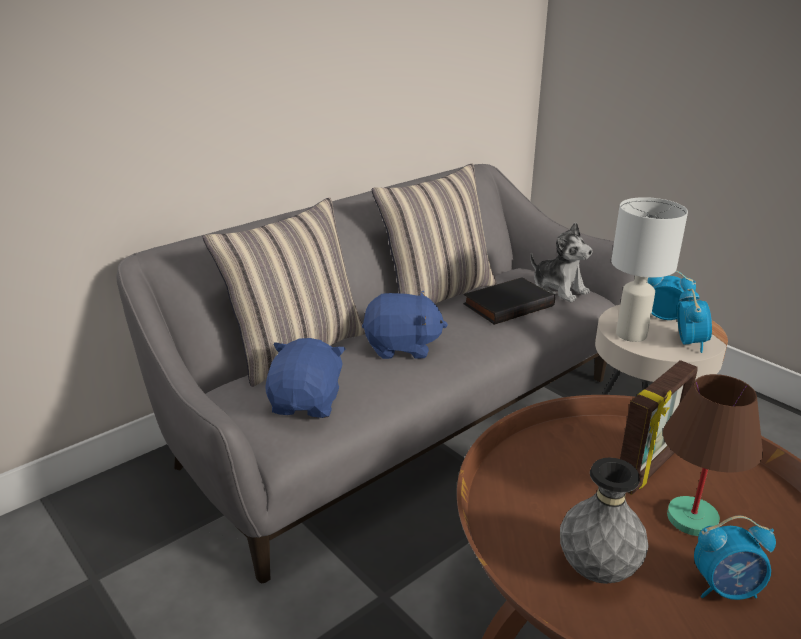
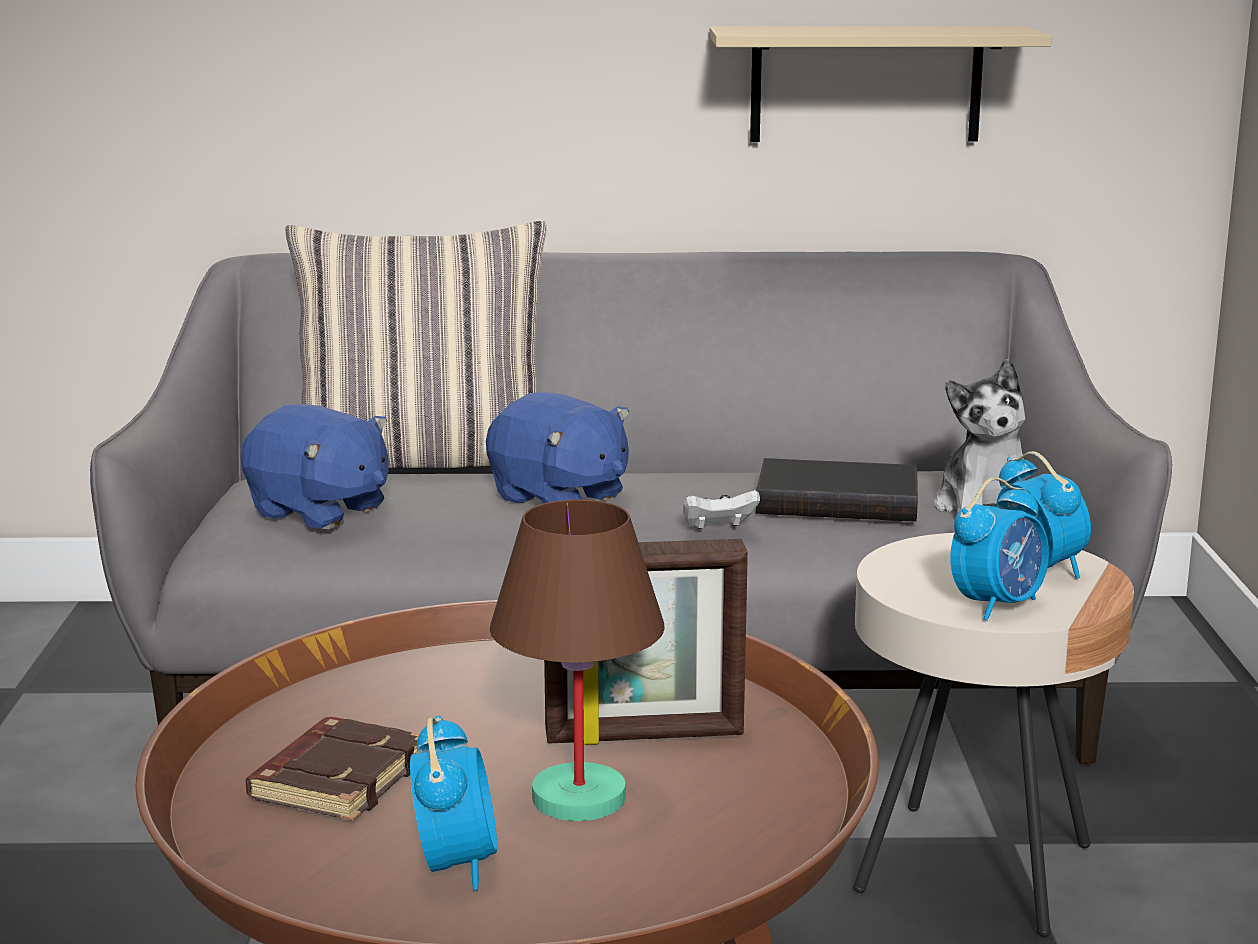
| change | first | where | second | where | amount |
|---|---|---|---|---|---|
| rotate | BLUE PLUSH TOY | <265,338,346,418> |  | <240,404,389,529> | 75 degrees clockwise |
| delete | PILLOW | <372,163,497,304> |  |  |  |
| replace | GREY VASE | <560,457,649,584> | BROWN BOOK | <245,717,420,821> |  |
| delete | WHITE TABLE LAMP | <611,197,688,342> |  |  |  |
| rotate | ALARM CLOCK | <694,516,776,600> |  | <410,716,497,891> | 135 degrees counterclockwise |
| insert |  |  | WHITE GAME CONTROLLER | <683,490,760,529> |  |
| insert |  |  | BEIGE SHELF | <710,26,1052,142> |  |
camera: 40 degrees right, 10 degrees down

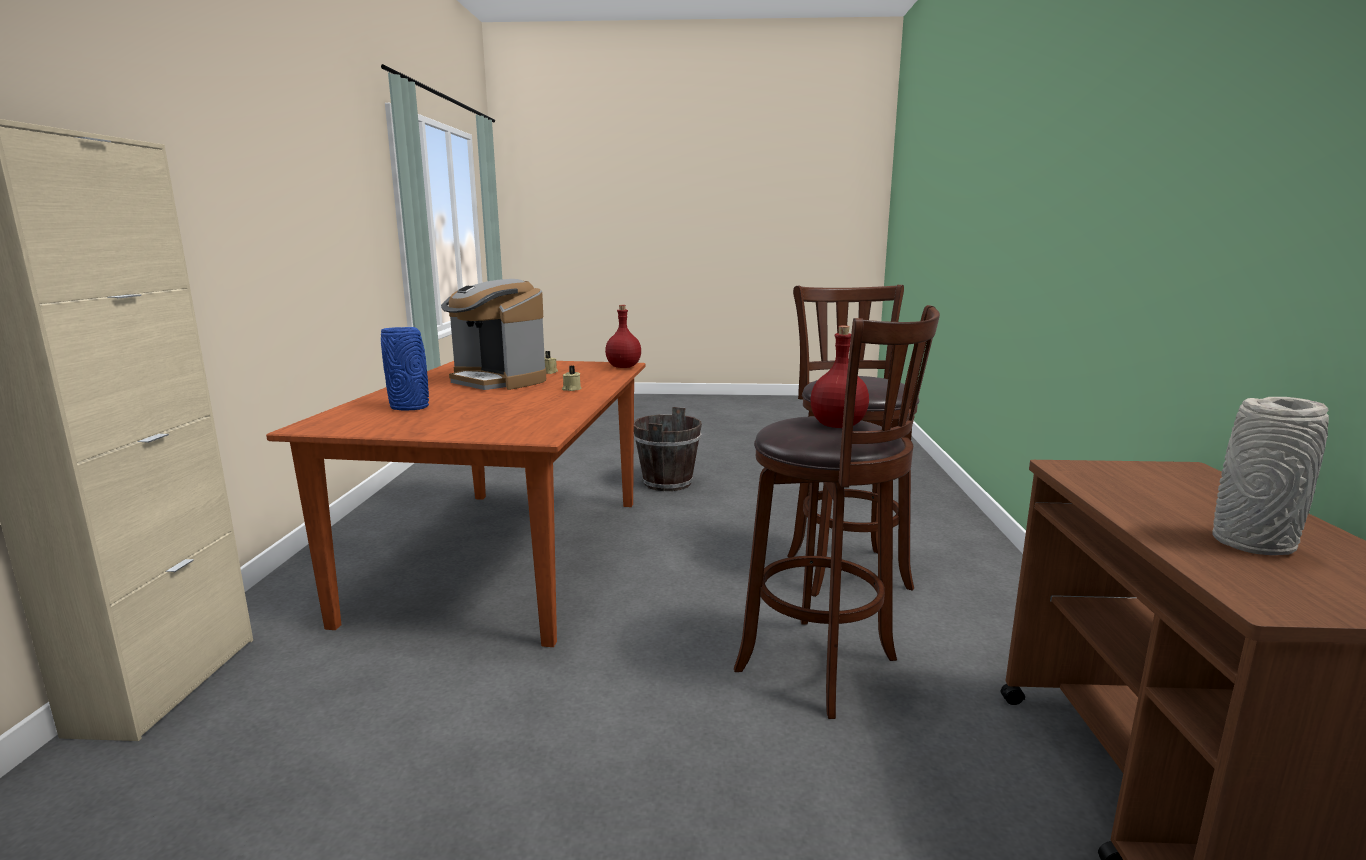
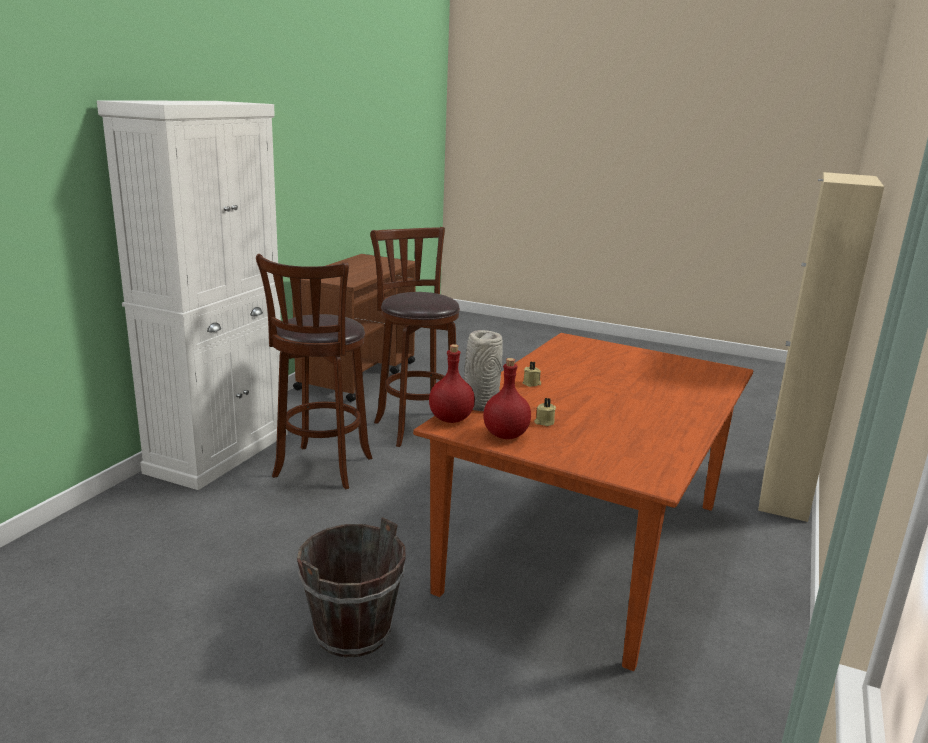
| change | first | where | second | where | amount |
|---|---|---|---|---|---|
| delete | BLUE VASE | <381,327,429,411> |  |  |  |
| delete | COFFEE MACHINE | <441,279,546,390> |  |  |  |
| move | RED BOTTLE | <810,326,869,428> |  | <483,358,531,439> |  |
| move | GREY VASE | <1212,397,1329,555> |  | <464,330,503,411> |  |
| insert |  |  | WHITE CABINET | <97,101,288,490> |  |
camera: 160 degrees left, 5 degrees up

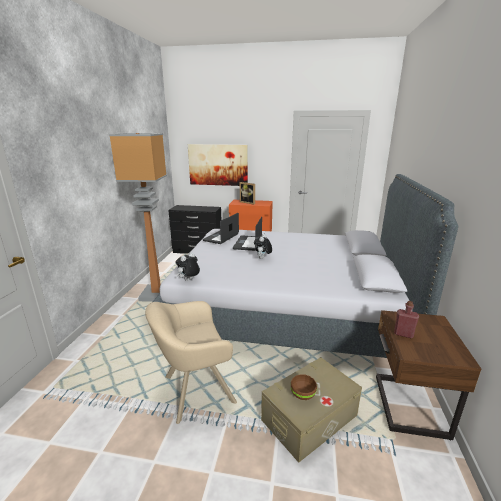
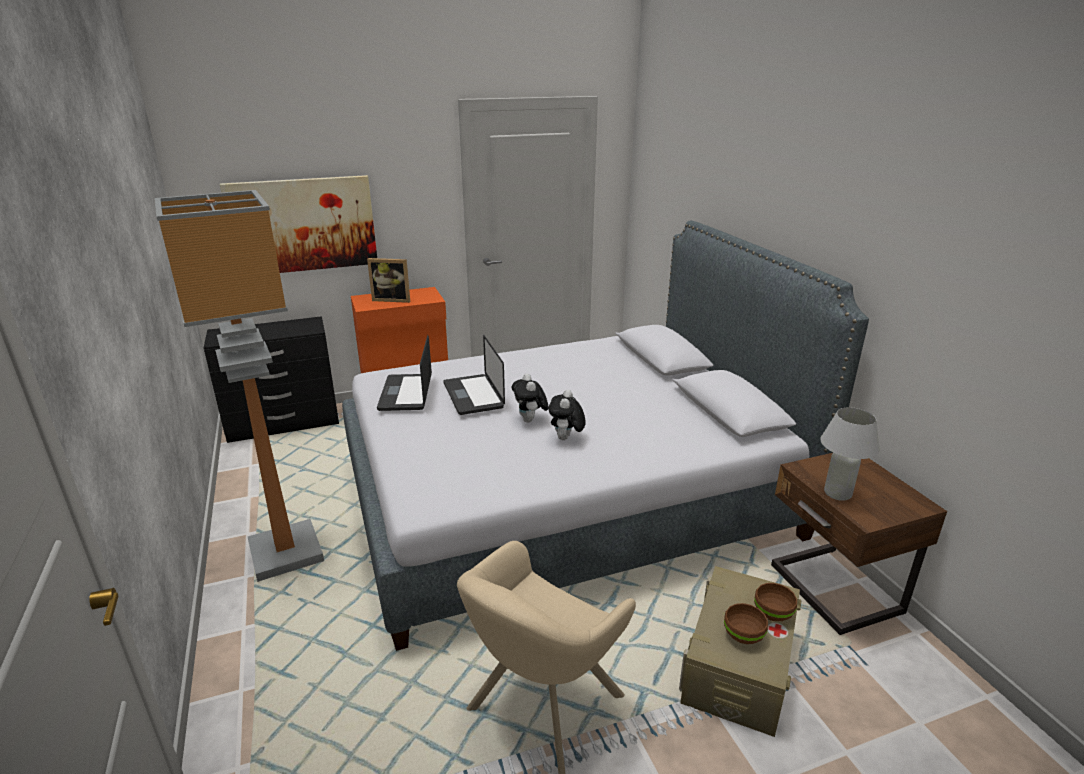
| change | first | where | second | where | amount |
|---|---|---|---|---|---|
| move | PLUSH TOY | <175,252,200,281> |  | <548,389,586,440> |  |
| replace | RED BOTTLE | <394,301,419,338> | WHITE TABLE LAMP | <820,407,880,501> |  |
| insert |  |  | BROWN BOWL | <754,583,797,621> |  |
camera: 30 degrees left, 5 degrees up

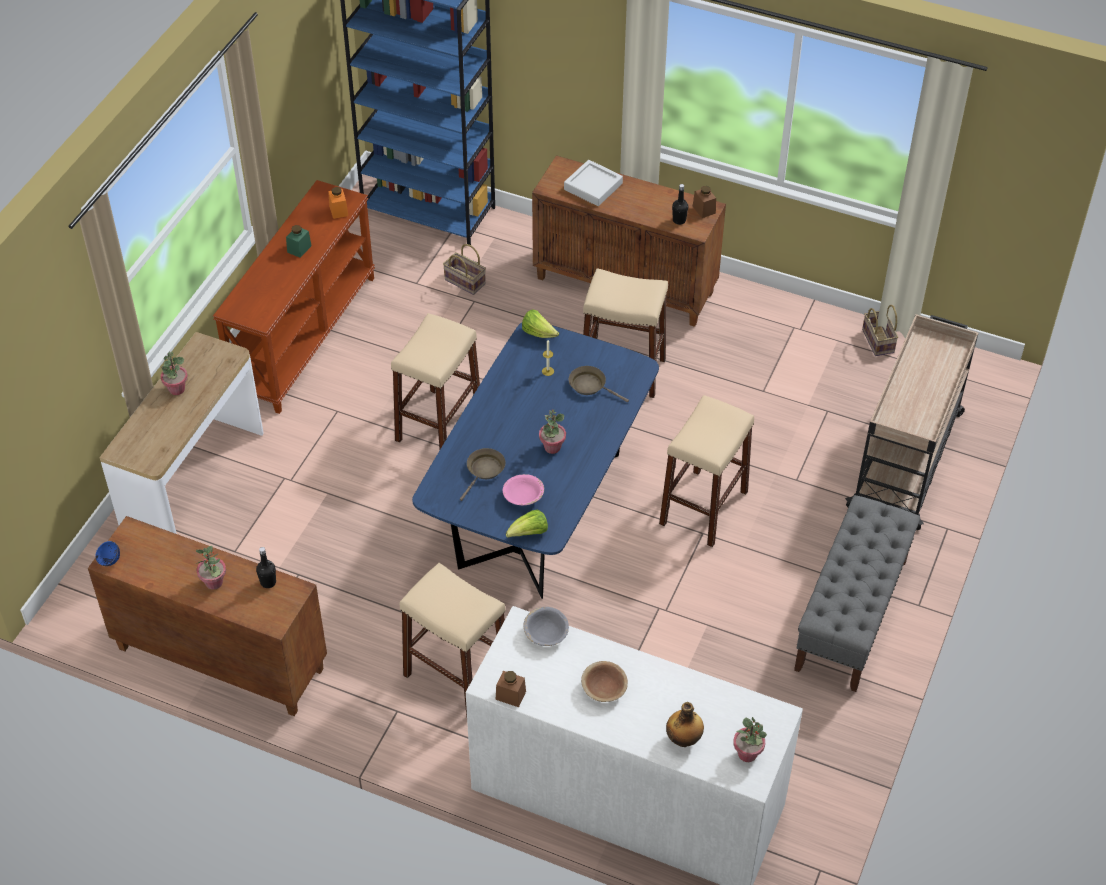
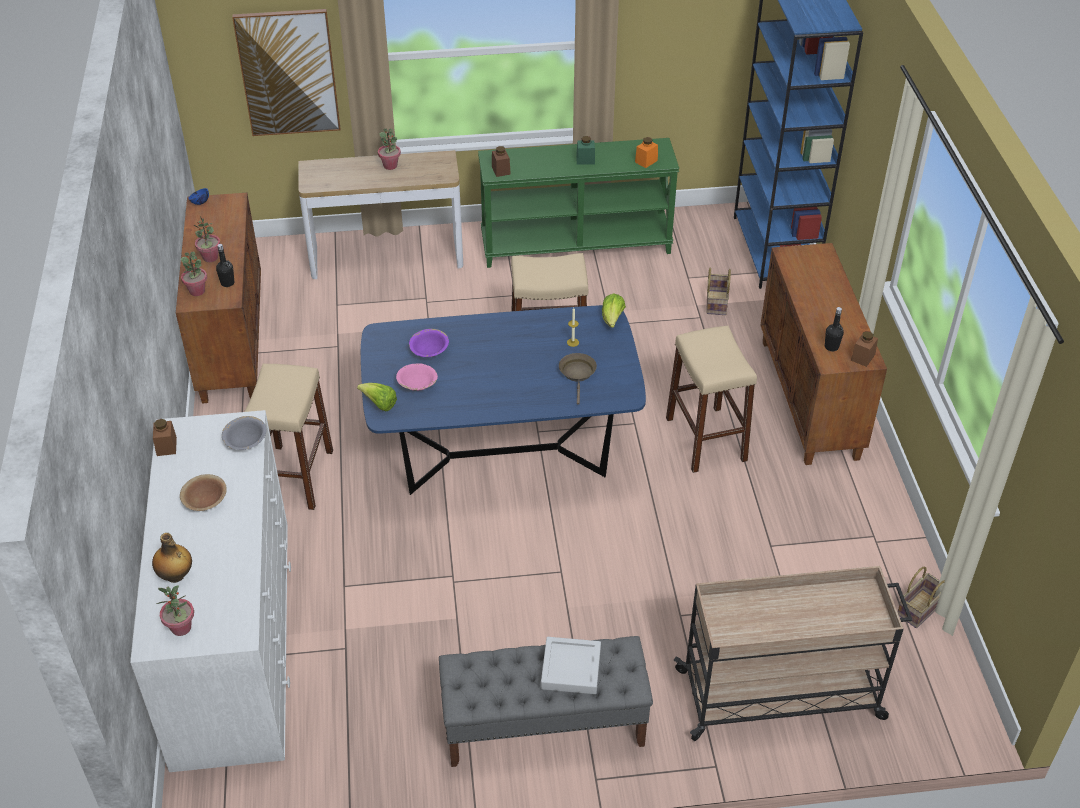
| change | first | where | second | where | amount |
|---|---|---|---|---|---|
| recolor | BROWN CONSOLE TABLE | <213,180,375,414> | GREEN CONSOLE TABLE | <478,138,679,268> |  |
| replace | BROWN FRYING PAN | <460,448,506,501> | PURPLE BOWL | <409,329,449,357> |  |
| move | POTTED PLANT | <539,410,566,454> |  | <181,251,207,296> |  |
| move | GREY TRAY | <564,160,623,206> |  | <541,637,601,694> |  |
| delete | BEIGE STOOL | <659,395,754,547> |  |  |  |
| insert |  |  | PICTURE | <232,9,340,136> |  |
| insert |  |  | BROWN JAR | <492,146,511,177> |  |
camera: 60 degrees right, 5 degrees down

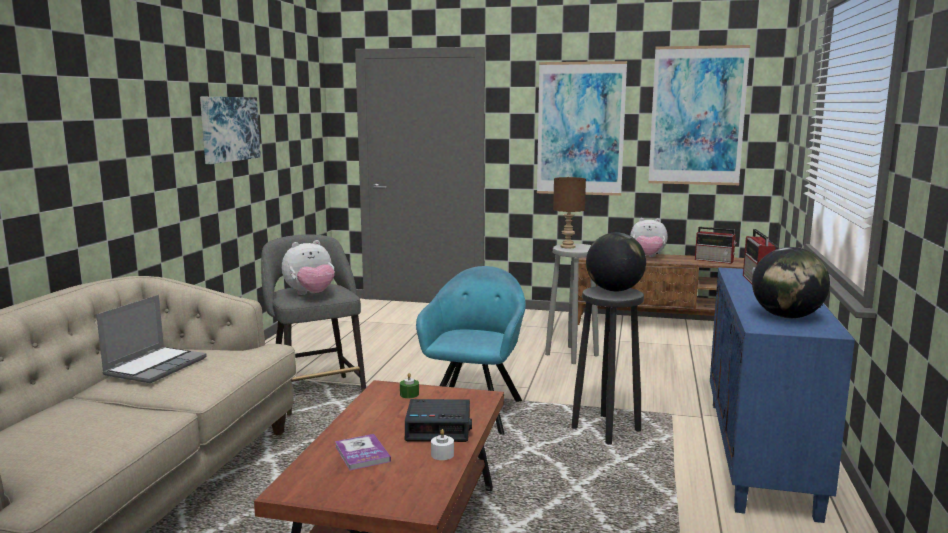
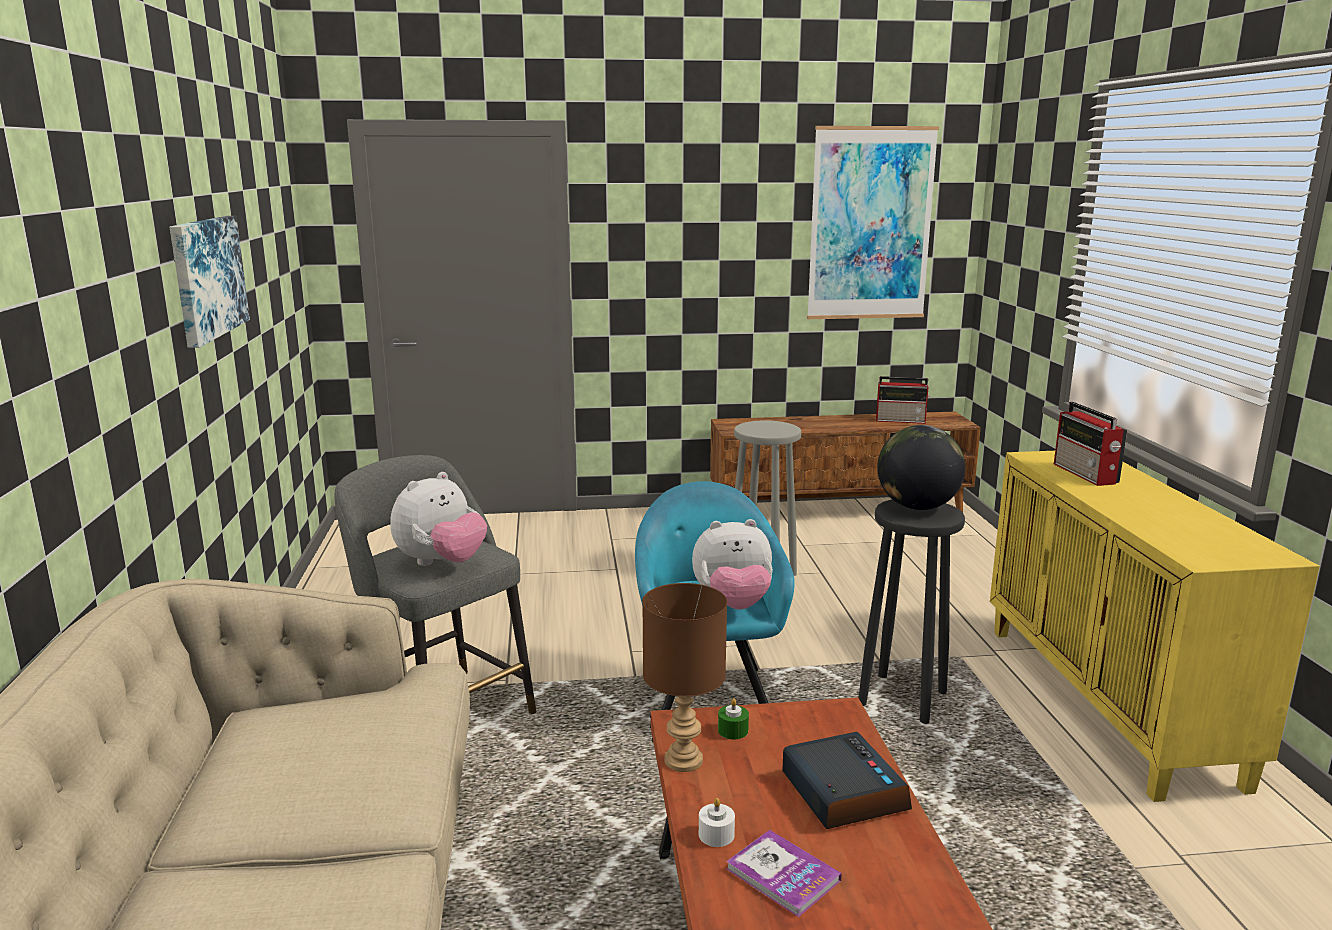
| change | first | where | second | where | amount |
|---|---|---|---|---|---|
| delete | LAPTOP | <96,295,207,383> |  |  |  |
| rotate | ALARM CLOCK | <405,399,472,442> |  | <782,732,912,829> | 90 degrees counterclockwise |
| move | WHITE CANDLE | <431,429,454,460> |  | <699,798,735,847> |  |
| delete | PICTURE | <537,61,627,196> |  |  |  |
| move | BROWN TABLE LAMP | <553,177,586,248> |  | <642,583,727,772> |  |
| move | PLUSH TOY | <630,218,668,257> |  | <692,519,773,610> |  |
| recolor | BLUE CABINET | <710,267,855,523> | YELLOW CABINET | <990,451,1320,802> |  |
| delete | GLOBE | <752,247,830,318> |  |  |  |
camera: 20 degrees left, 5 degrees up

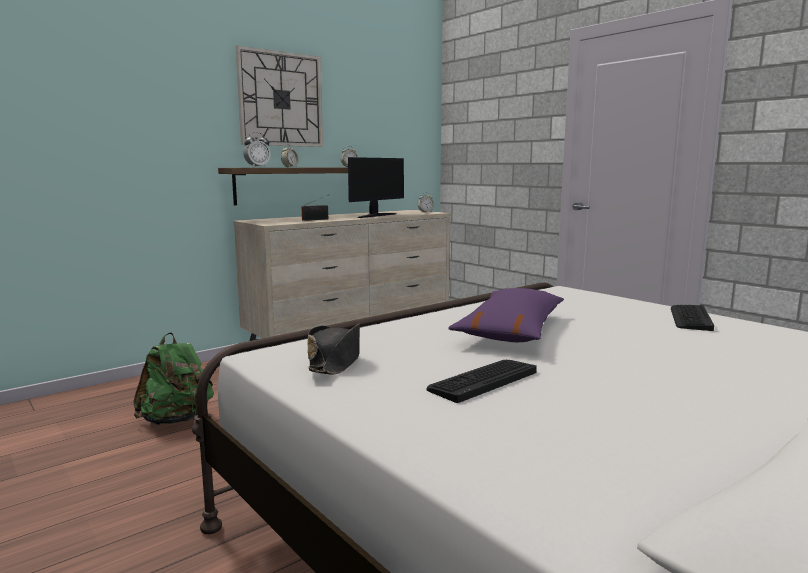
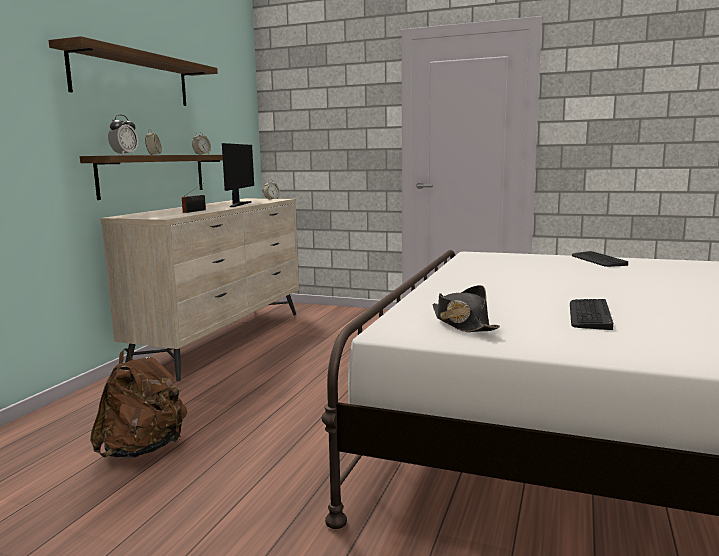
| change | first | where | second | where | amount |
|---|---|---|---|---|---|
| recolor | GREEN BACKPACK | <133,332,214,425> | BROWN BACKPACK | <90,348,187,459> |  |
| replace | WALL CLOCK | <236,46,323,147> | SHELF | <49,36,218,106> |  |
| delete | PURPLE PILLOW | <448,288,564,342> |  |  |  |
camera: 30 degrees left, 0 degrees up

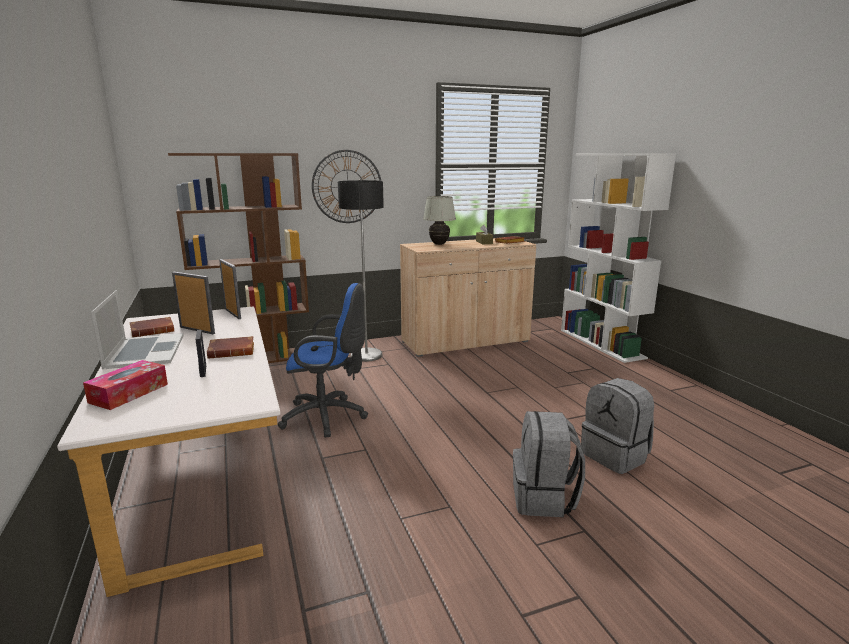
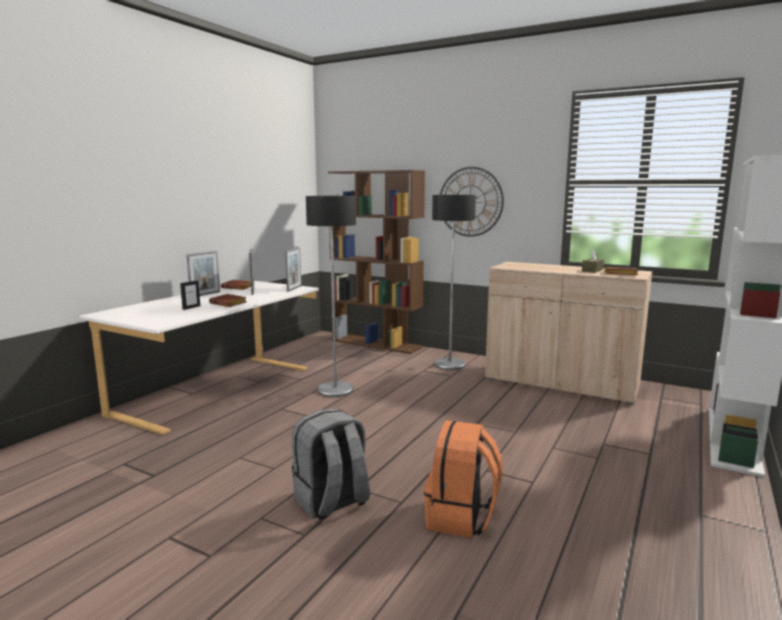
| change | first | where | second | where | amount |
|---|---|---|---|---|---|
| delete | TISSUE BOX | <83,360,168,410> |  |  |  |
| replace | LAPTOP | <91,290,184,369> | PICTURE FRAME | <186,251,220,296> |  |
| replace | BLUE OFFICE CHAIR | <278,283,368,437> | FLOOR LAMP | <306,196,356,397> |  |
| delete | WHITE TABLE LAMP | <423,196,456,245> |  |  |  |
| recolor | GREY BACKPACK | <581,378,654,474> | ORANGE BACKPACK | <424,420,503,538> |  |
camera: 50 degrees right, 5 degrees down

